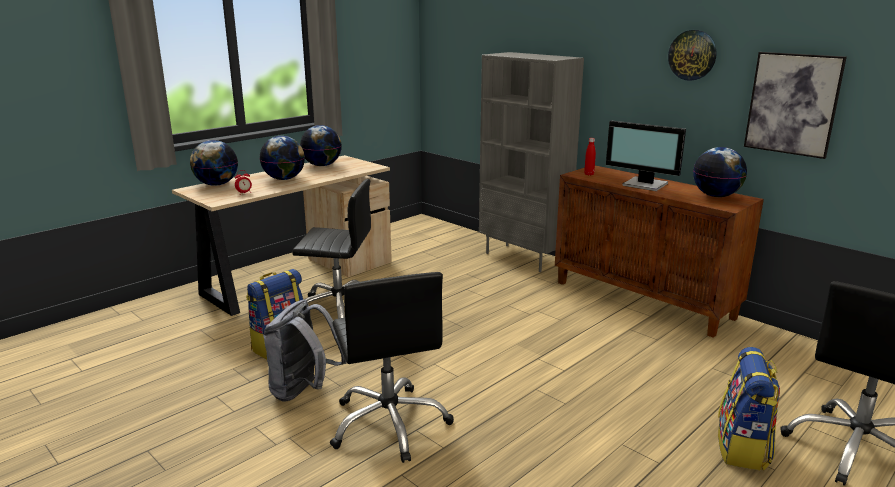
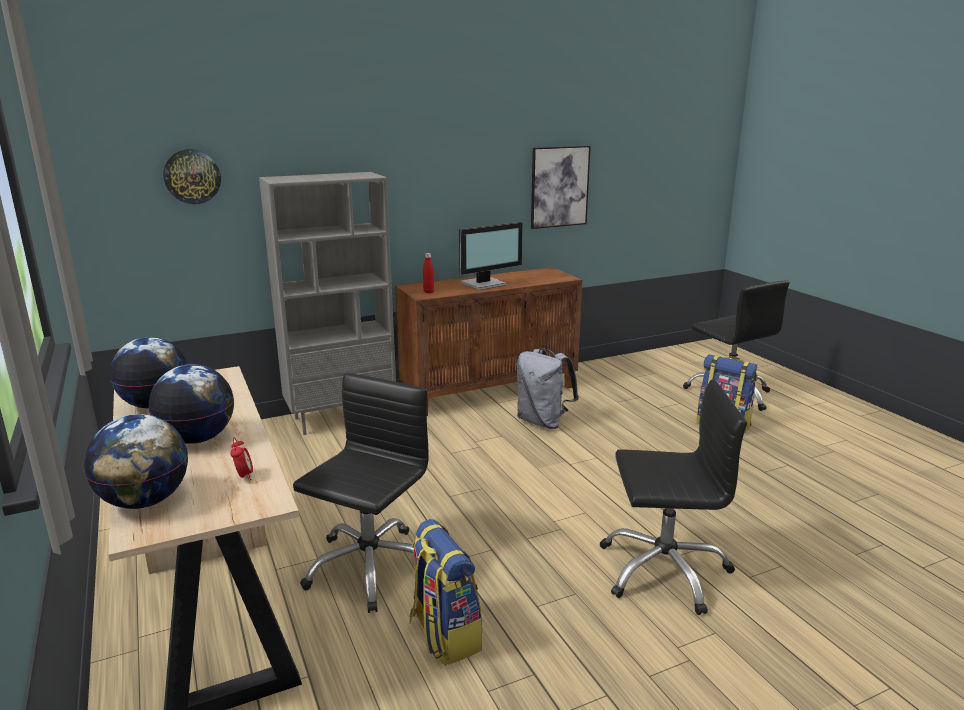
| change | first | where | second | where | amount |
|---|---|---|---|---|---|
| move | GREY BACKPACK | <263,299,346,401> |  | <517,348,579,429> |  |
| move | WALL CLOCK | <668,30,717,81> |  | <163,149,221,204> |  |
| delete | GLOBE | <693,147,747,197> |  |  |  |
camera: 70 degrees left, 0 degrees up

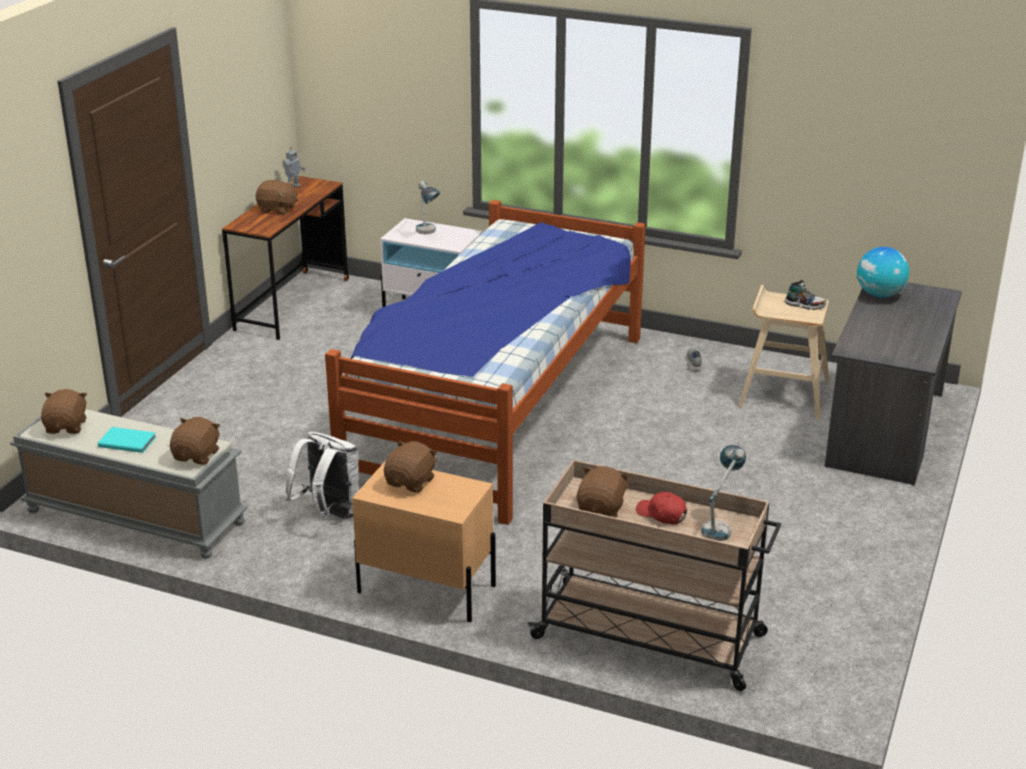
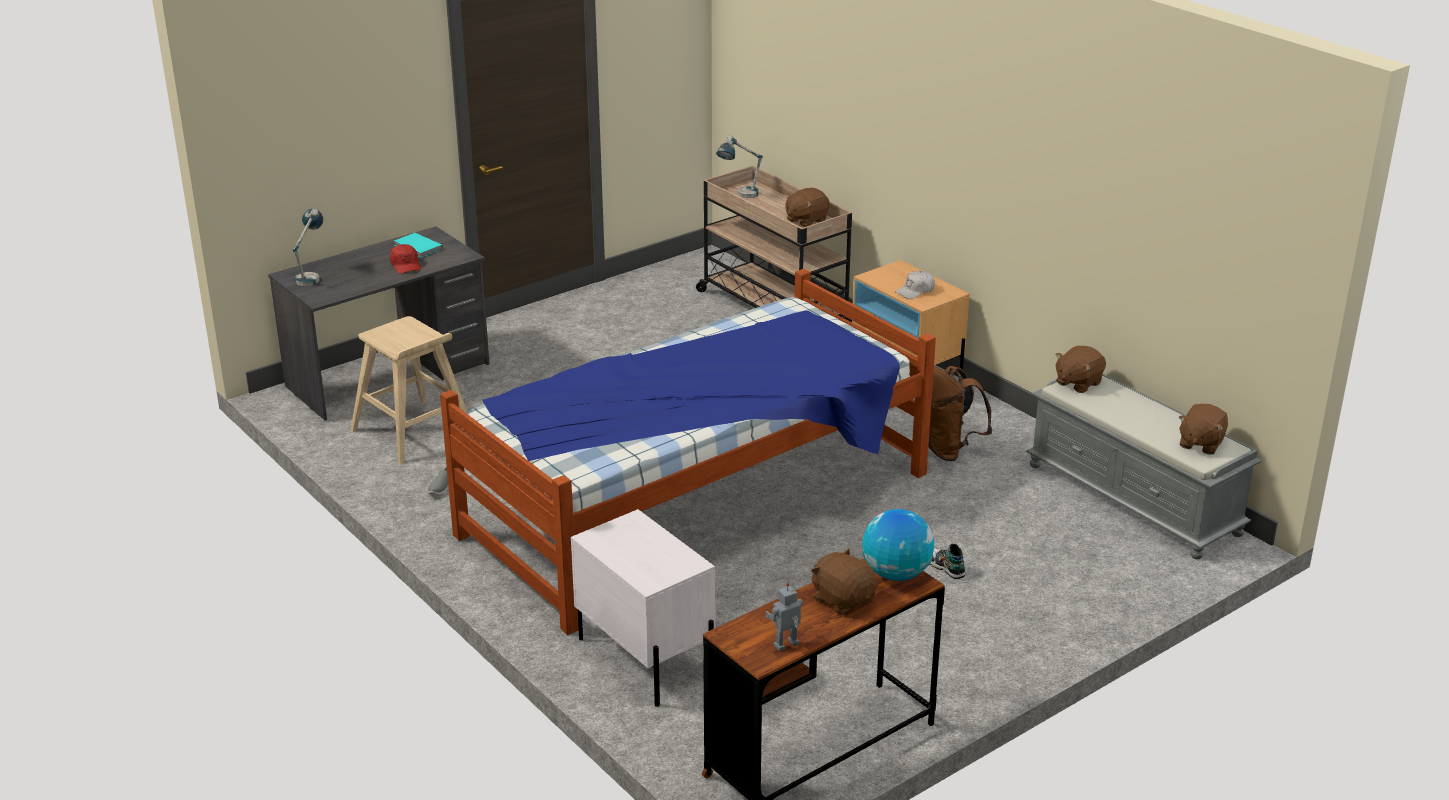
| change | first | where | second | where | amount |
|---|---|---|---|---|---|
| move | TURQUOISE BOOK | <98,427,156,453> |  | <394,233,443,258> |  |
| recolor | WHITE BACKPACK | <284,432,359,519> | BROWN BACKPACK | <928,366,992,461> |  |
| replace | BROWN PLUSH TOY | <384,441,438,493> | WHITE CAP | <895,271,935,299> |  |
| move | TABLE LAMP | <416,181,440,234> |  | <293,209,323,286> |  |
| move | RED CAP | <636,492,687,525> |  | <390,244,421,274> |  |
| move | SHOE | <785,280,827,310> |  | <930,544,966,579> |  |
| move | GLOBE | <857,247,909,298> |  | <862,509,934,581> |  |
camera: 150 degrees left, 0 degrees up

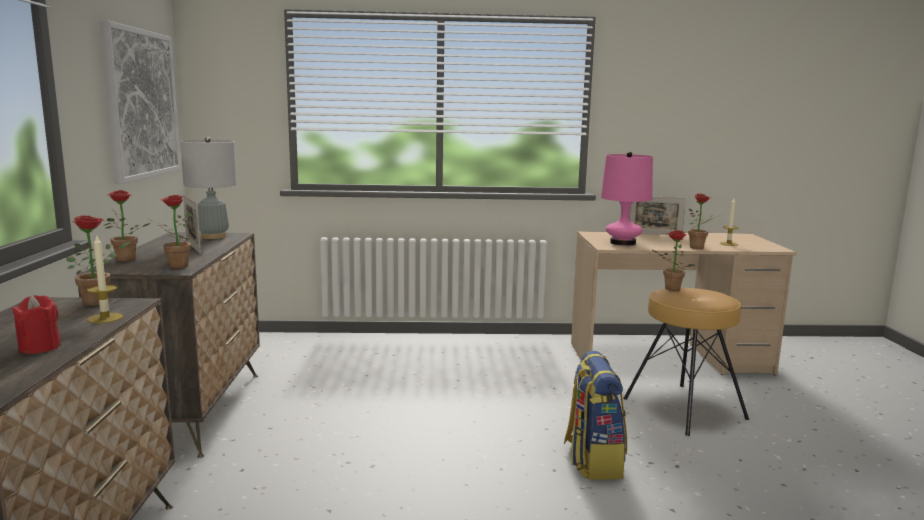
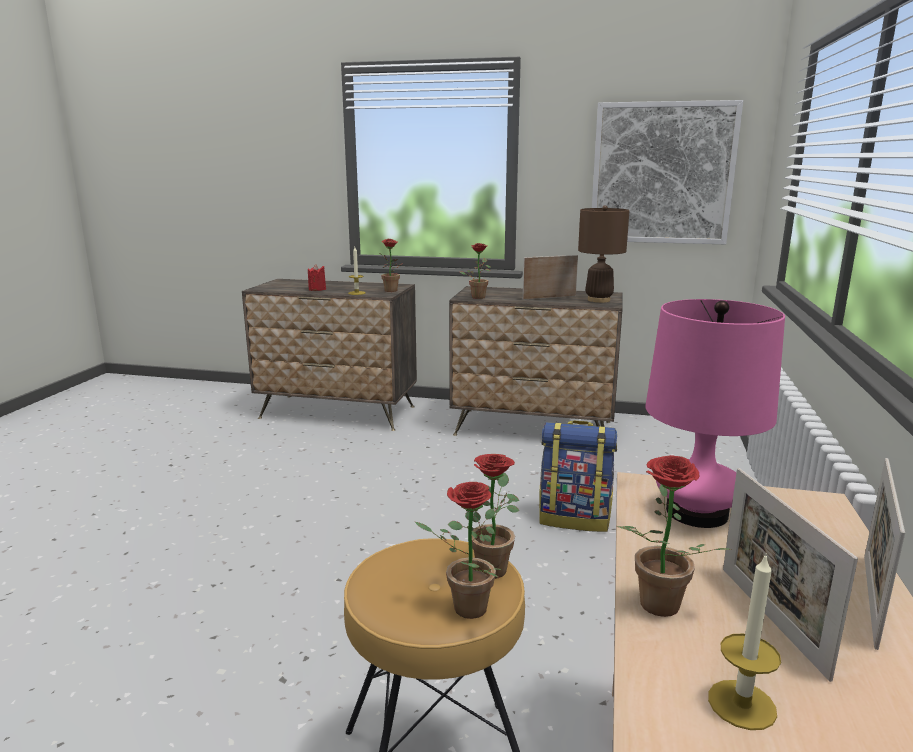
| change | first | where | second | where | amount |
|---|---|---|---|---|---|
| move | POTTED PLANT | <104,190,150,262> |  | <415,482,501,619> |  |
| recolor | GREY TABLE LAMP | <180,137,237,239> | BROWN TABLE LAMP | <578,205,630,303> |  |
| move | BACKPACK | <564,351,627,480> |  | <539,420,617,532> |  |
| insert |  |  | PICTURE FRAME | <723,468,858,682> |  |
camera: 105 degrees right, 5 degrees up

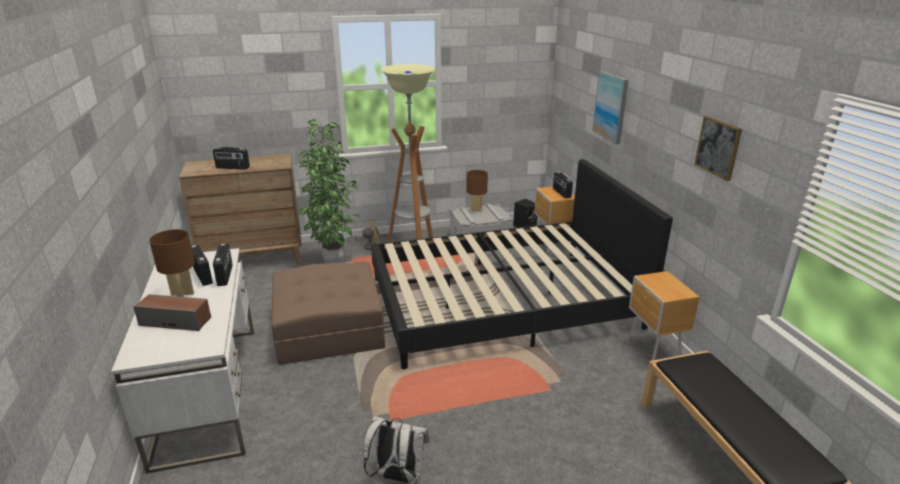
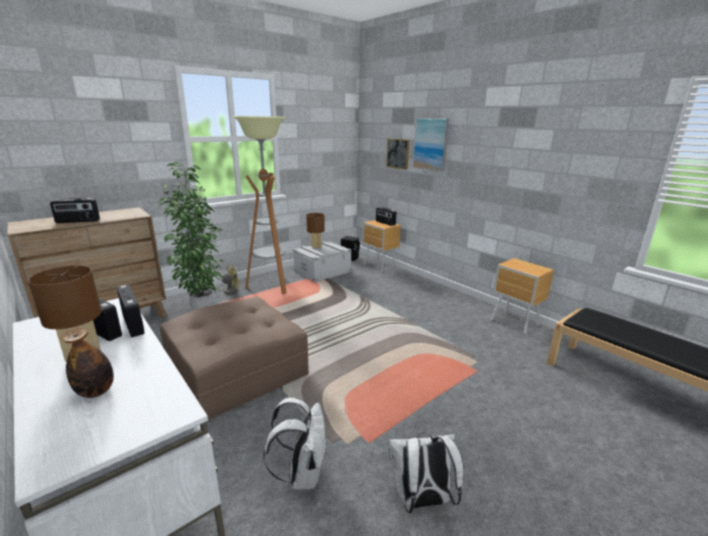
| change | first | where | second | where | amount |
|---|---|---|---|---|---|
| replace | SPEAKER | <133,294,211,331> | BOTTLE | <63,328,114,398> |  |
| delete | BLACK BED | <371,159,673,369> |  |  |  |
| move | PICTURE | <694,116,742,181> |  | <386,138,409,170> |  |
| insert |  |  | WHITE BACKPACK | <263,397,327,490> |  |
camera: 25 degrees left, 5 degrees down

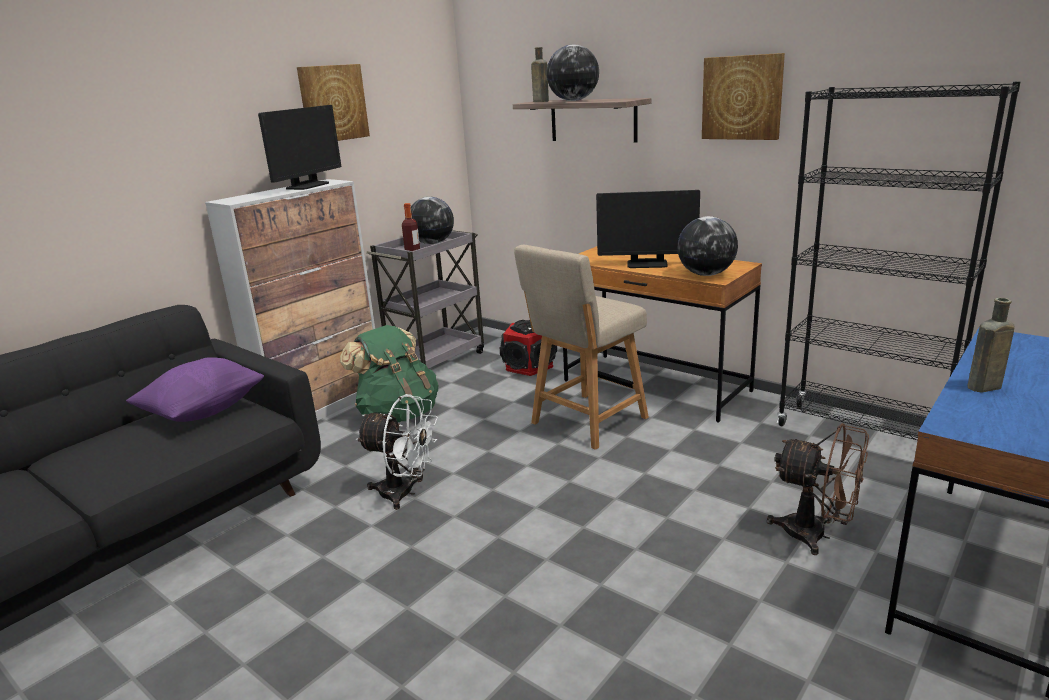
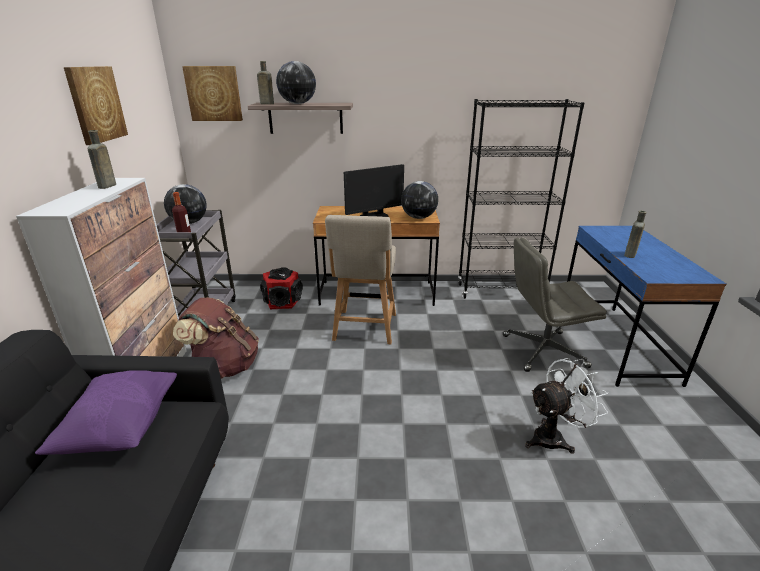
| change | first | where | second | where | amount |
|---|---|---|---|---|---|
| replace | MONITOR | <258,105,341,190> | BROWN BOTTLE | <87,130,116,189> |  |
| recolor | GREEN BACKPACK | <340,325,438,422> | BROWN BACKPACK | <173,297,259,379> |  |
| move | WHITE FAN | <356,394,438,510> |  | <525,358,608,454> |  |
| move | PICTURE | <702,53,785,140> |  | <182,66,243,121> |  |
| replace | BROWN FAN | <767,423,869,555> | GREY OFFICE CHAIR | <503,238,607,372> |  |
camera: 40 degrees left, 5 degrees up

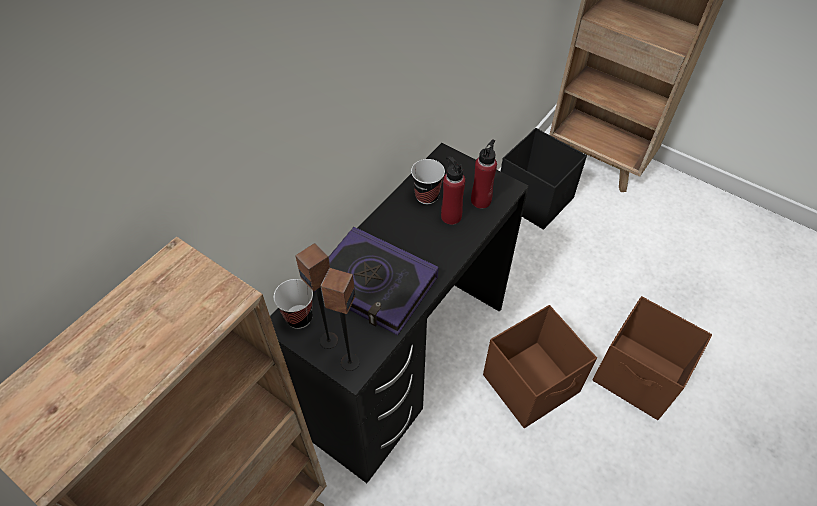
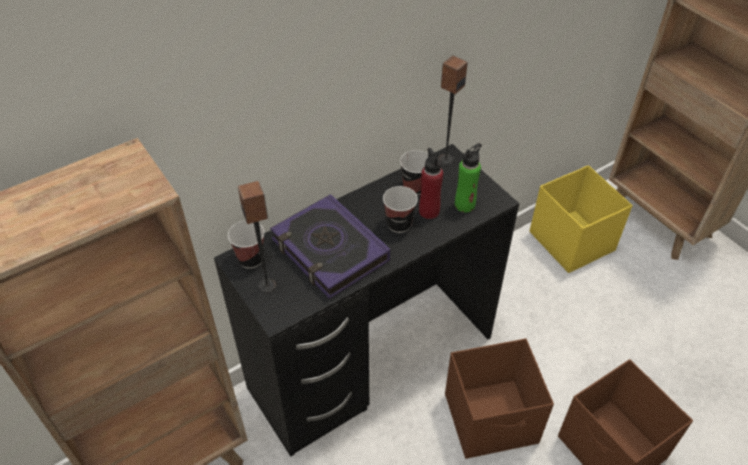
| change | first | where | second | where | amount |
|---|---|---|---|---|---|
| move | SPEAKER | <321,268,360,371> |  | <438,55,468,165> |  |
| recolor | RED BOTTLE | <471,139,497,209> | GREEN BOTTLE | <455,143,482,212> |  |
| recolor | BLACK STORAGE BOX | <500,128,587,230> | YELLOW STORAGE BOX | <530,166,632,273> |  |
| insert |  |  | CUP | <383,186,418,233> |  |
camera: 20 degrees right, 5 degrees down

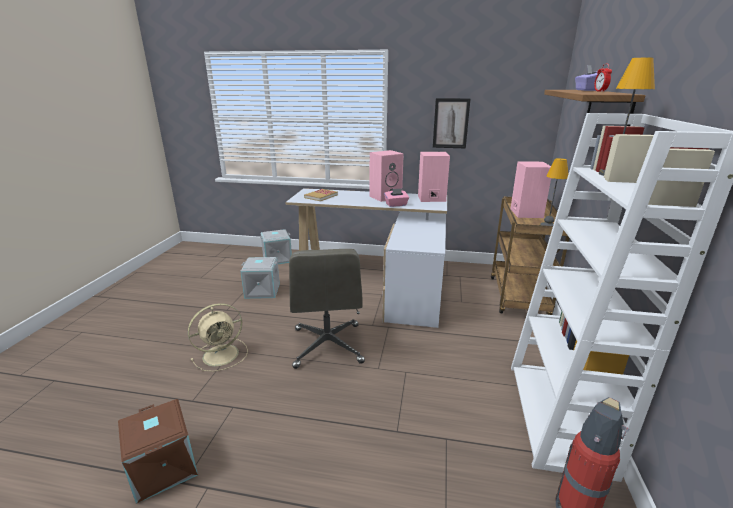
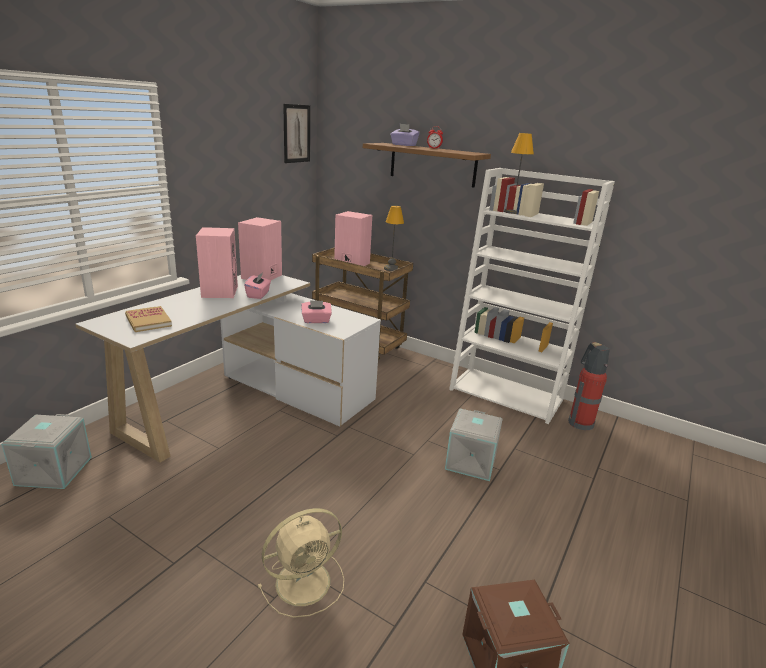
| change | first | where | second | where | amount |
|---|---|---|---|---|---|
| rotate | BEIGE FAN | <188,303,248,372> |  | <258,508,344,618> | 75 degrees clockwise |
| move | GREY STORAGE BOX | <240,257,280,299> |  | <445,409,503,481> |  |
| delete | GREY OFFICE CHAIR | <289,249,365,369> |  |  |  |
| move | PICTURE | <433,98,471,148> |  | <283,104,310,163> |  |
| insert |  |  | PINK TISSUE BOX | <301,300,332,323> |  |
camera: 70 degrees left, 0 degrees up

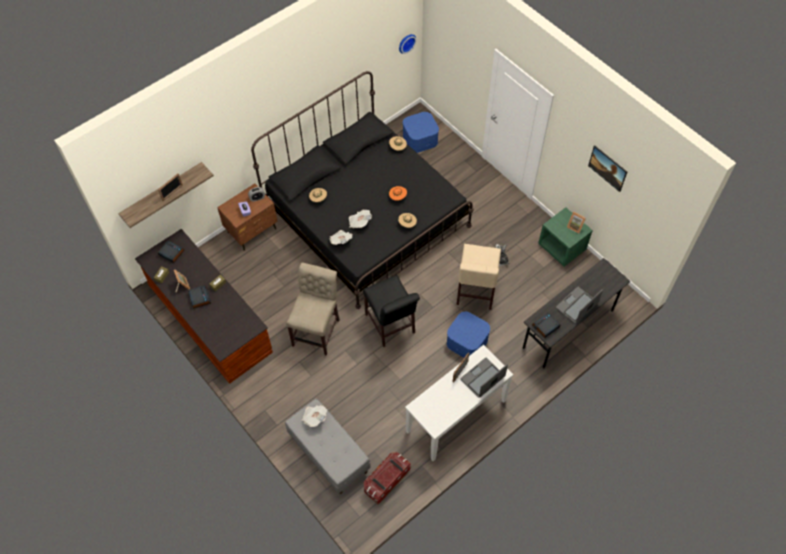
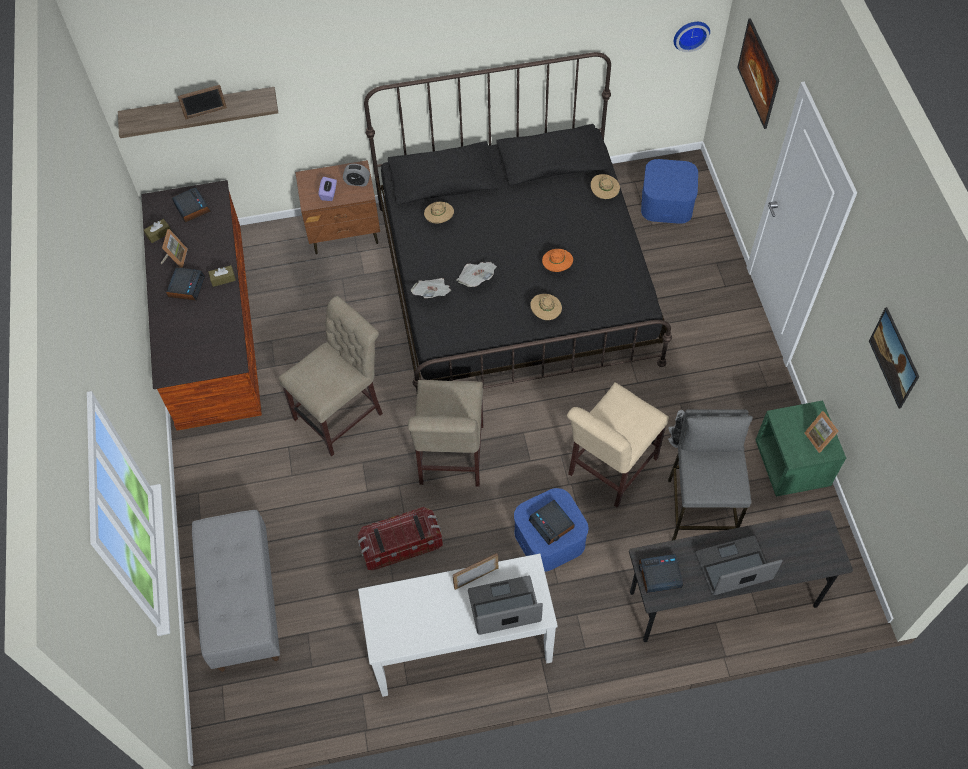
| change | first | where | second | where | amount |
|---|---|---|---|---|---|
| delete | NEWSPAPER | <301,405,327,427> |  |  |  |
| recolor | BLACK CHAIR | <363,275,420,347> | BEIGE CHAIR | <408,380,483,487> |  |
| move | STORAGE BOX | <364,452,411,504> |  | <357,507,443,571> |  |
| insert |  |  | ALARM CLOCK | <529,500,575,545> |  |
| insert |  |  | GREY STOOL | <668,409,753,541> |  |
| insert |  |  | PICTURE | <737,18,780,129> |  |
camera: 30 degrees right, 0 degrees up

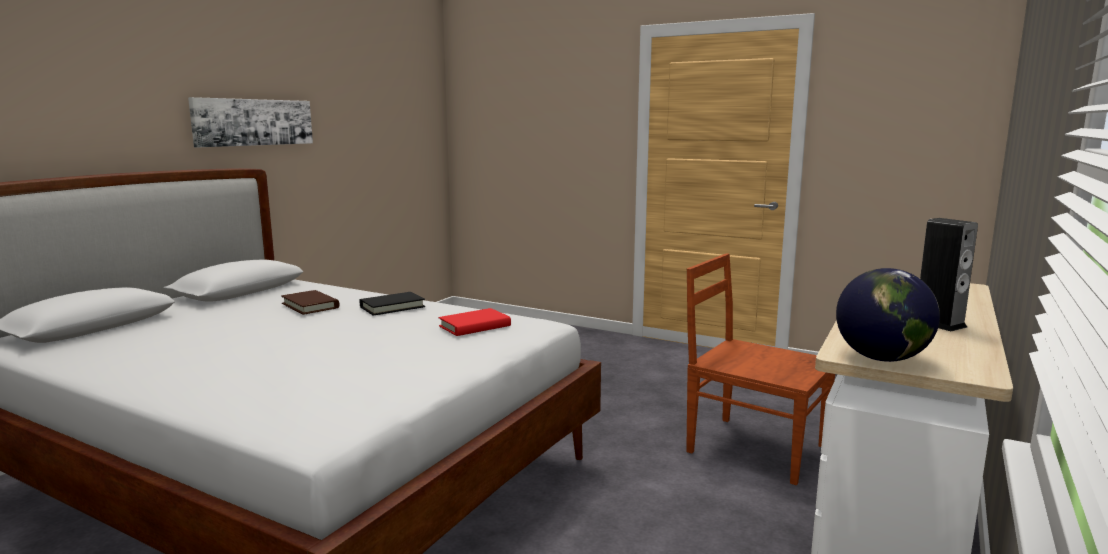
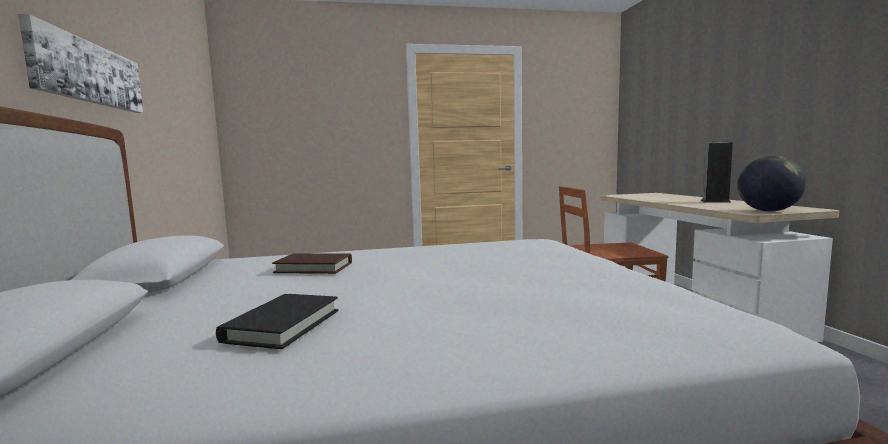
| change | first | where | second | where | amount |
|---|---|---|---|---|---|
| move | BLACK BOOK | <360,292,425,316> |  | <216,294,339,349> |  |
| delete | RED BOOK | <439,308,511,336> |  |  |  |
camera: 40 degrees left, 5 degrees down

